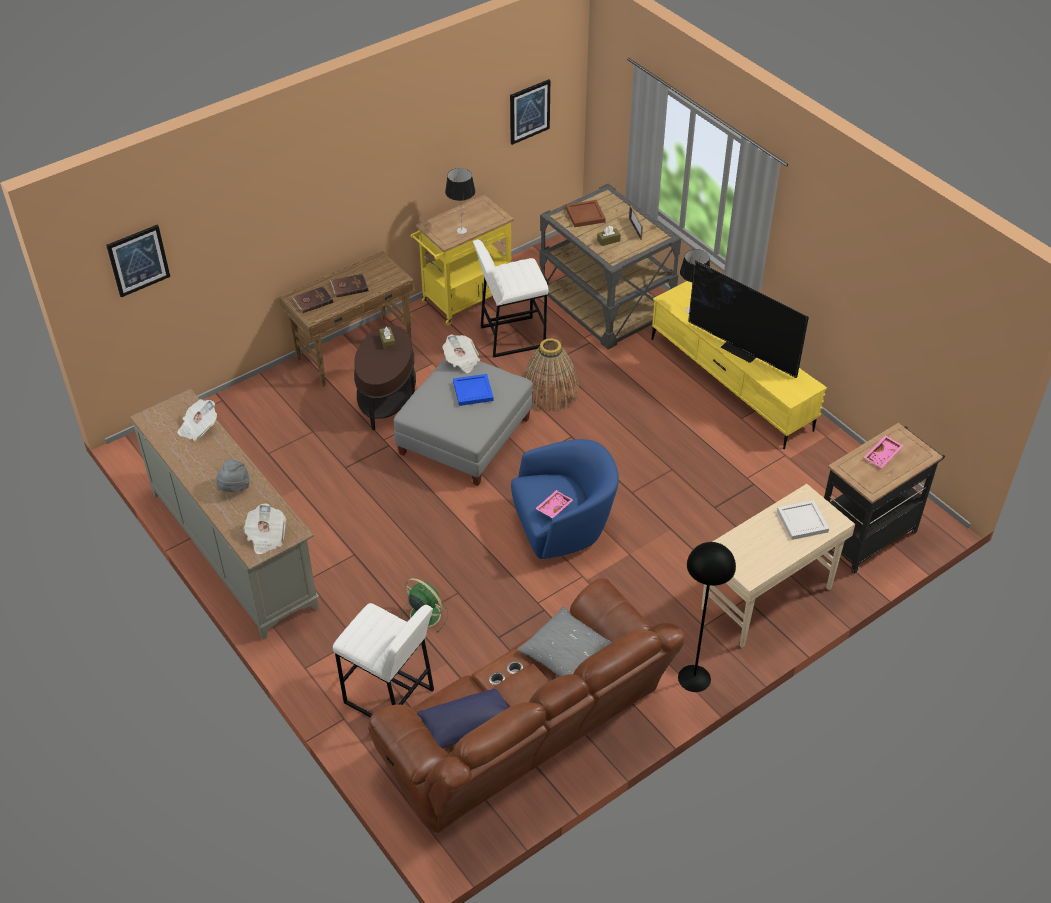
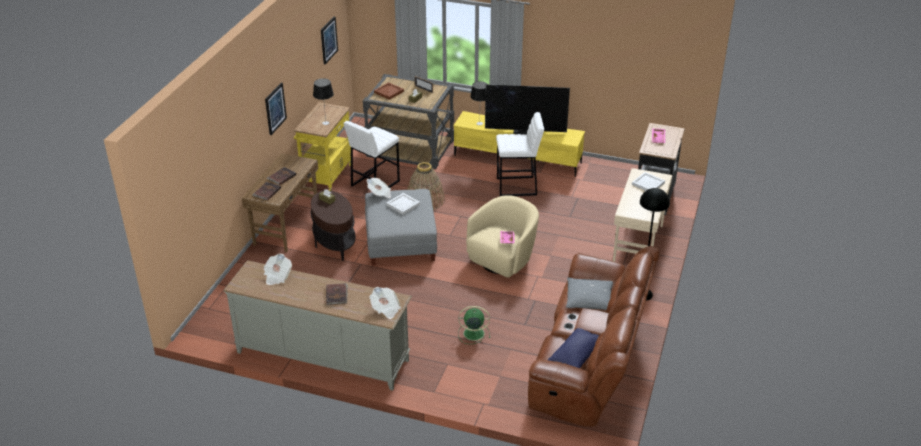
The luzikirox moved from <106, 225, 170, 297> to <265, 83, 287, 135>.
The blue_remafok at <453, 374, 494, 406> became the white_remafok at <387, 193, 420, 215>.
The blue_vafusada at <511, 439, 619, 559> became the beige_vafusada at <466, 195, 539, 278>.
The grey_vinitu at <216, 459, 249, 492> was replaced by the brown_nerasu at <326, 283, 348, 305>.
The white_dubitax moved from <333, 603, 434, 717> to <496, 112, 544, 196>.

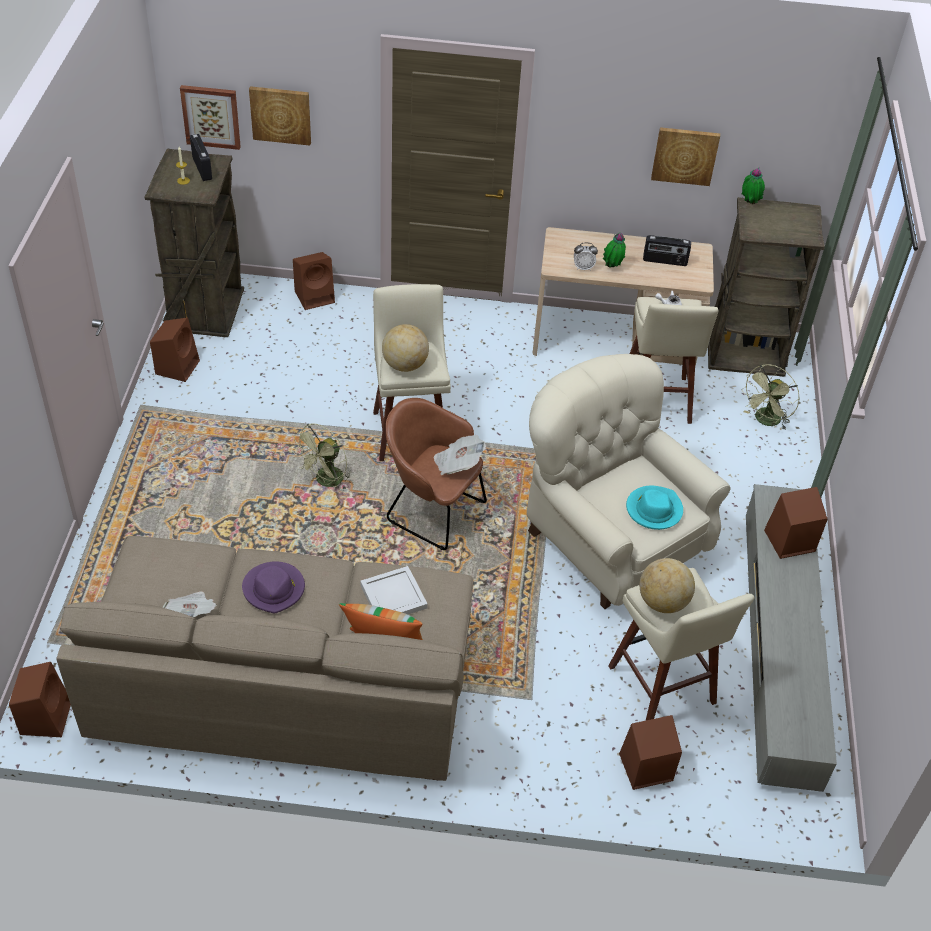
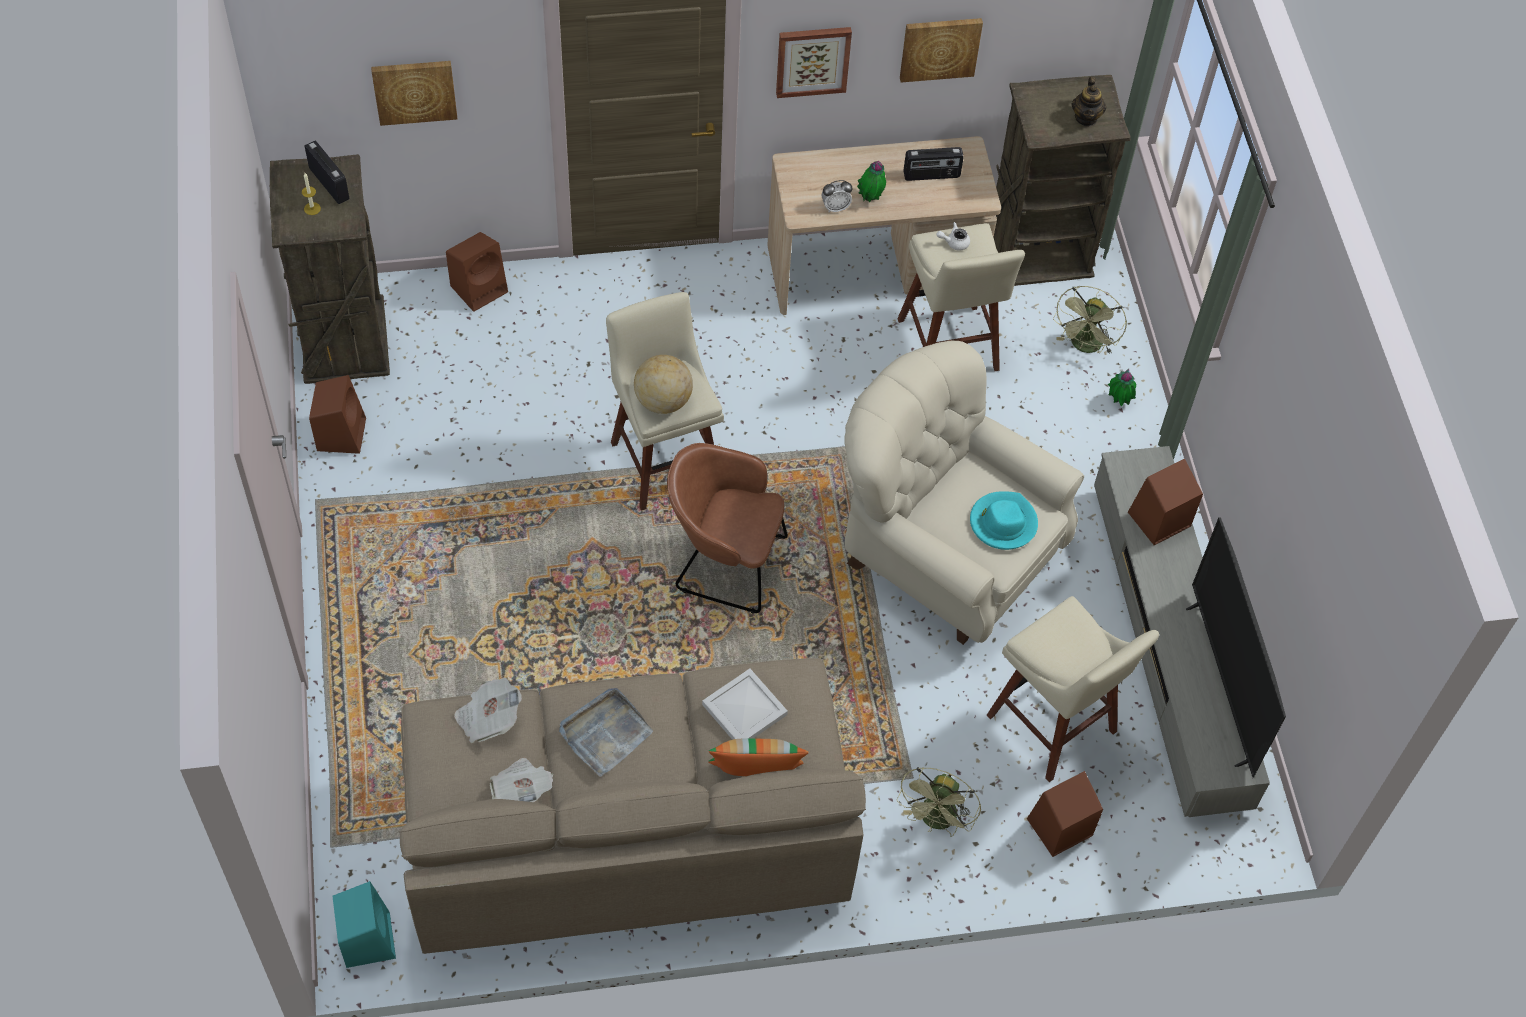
The luzikirox moved from <180, 85, 241, 150> to <776, 27, 852, 98>.
The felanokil moved from <741, 167, 765, 204> to <1108, 369, 1136, 406>.
The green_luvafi moved from <293, 423, 351, 489> to <897, 767, 981, 837>.
The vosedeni moved from <433, 435, 486, 475> to <454, 678, 522, 743>.
The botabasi at <640, 558, 695, 613> disappeared.
The purple_vinitu at <242, 561, 305, 613> was replaced by the grey_remafok at <559, 688, 653, 777>.
The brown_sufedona at <9, 662, 71, 737> became the turquoise_sufedona at <332, 881, 396, 968>.
The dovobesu at <1072, 77, 1106, 126> appeared.
The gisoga at <1186, 517, 1286, 778> appeared.

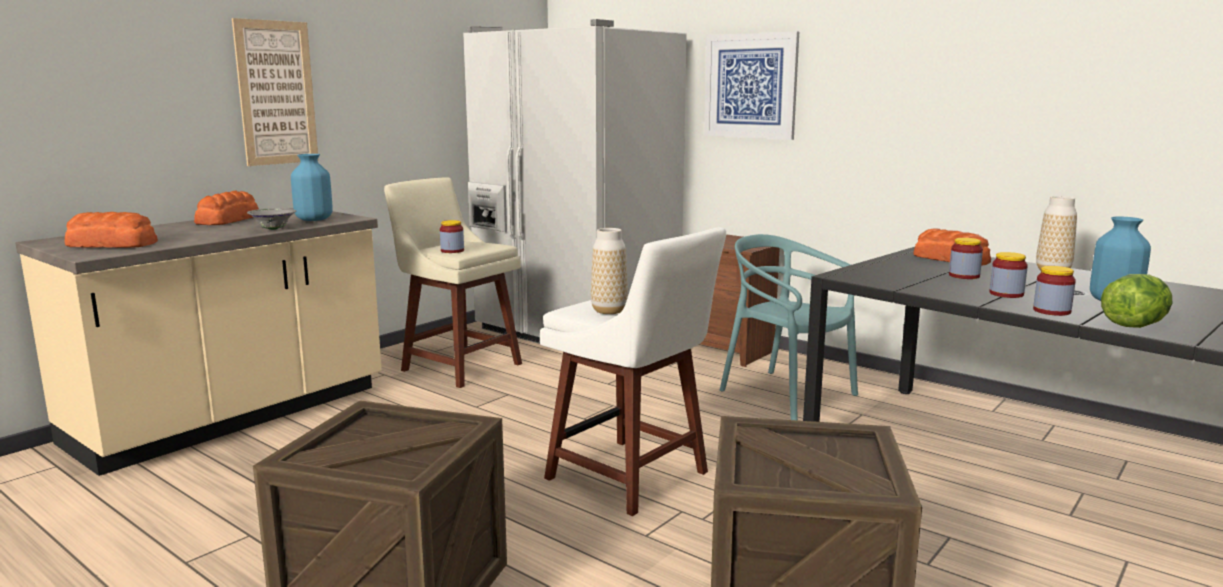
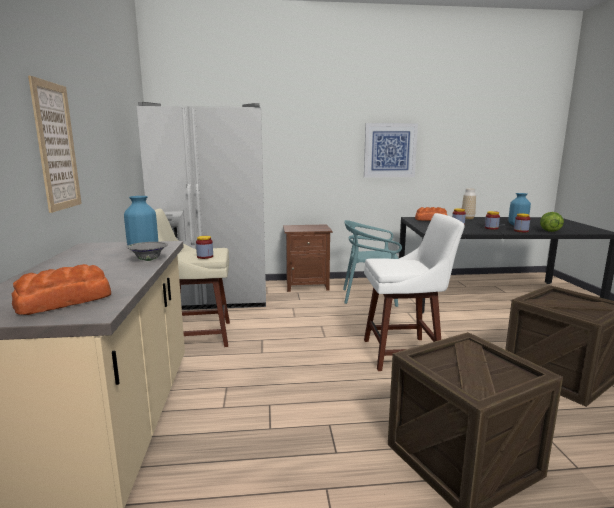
The luzikirox moved from <704, 31, 799, 140> to <364, 123, 418, 178>.
The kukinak at <194, 191, 259, 225> disappeared.
The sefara at <591, 228, 628, 314> disappeared.

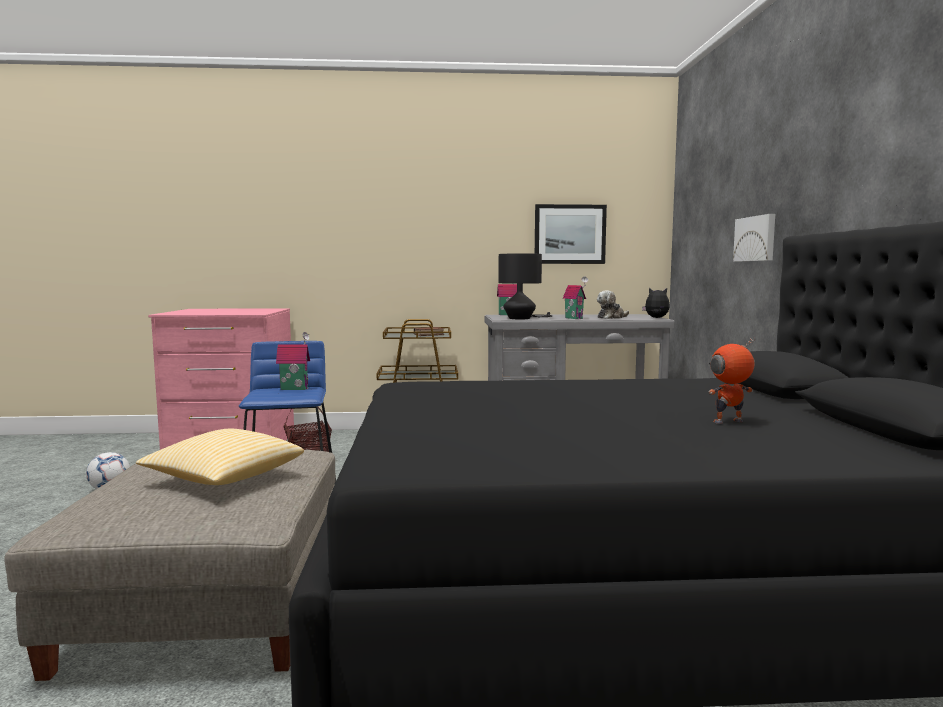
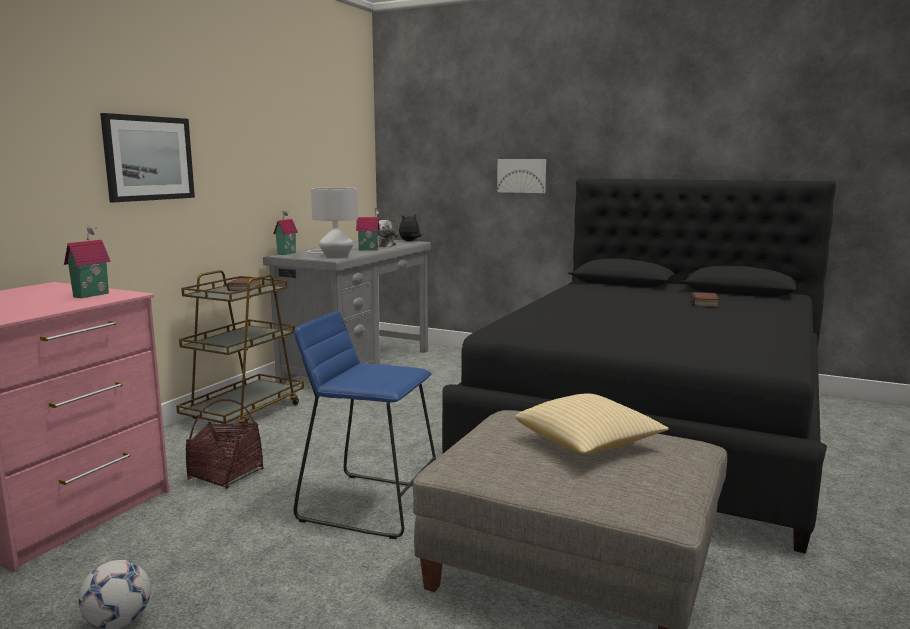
The luzikirox moved from <535, 204, 607, 264> to <100, 113, 195, 202>.
The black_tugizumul at <498, 253, 552, 319> became the white_tugizumul at <306, 187, 358, 258>.
The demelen moved from <276, 332, 310, 390> to <64, 226, 111, 298>.
The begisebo at <708, 337, 755, 424> was replaced by the nerasu at <691, 292, 719, 307>.

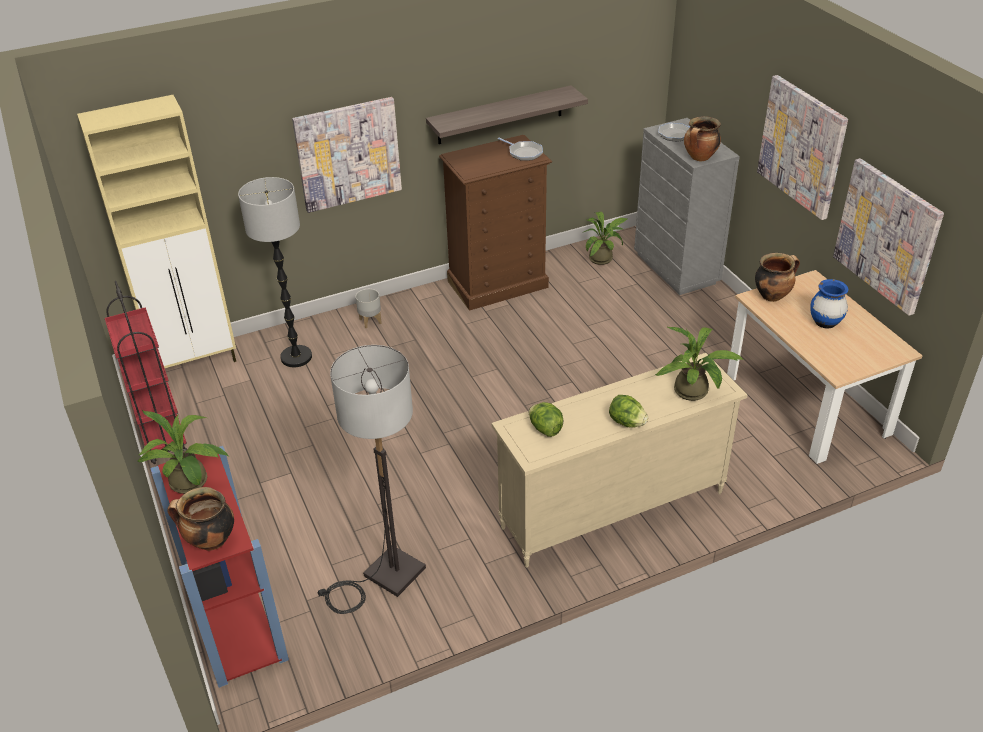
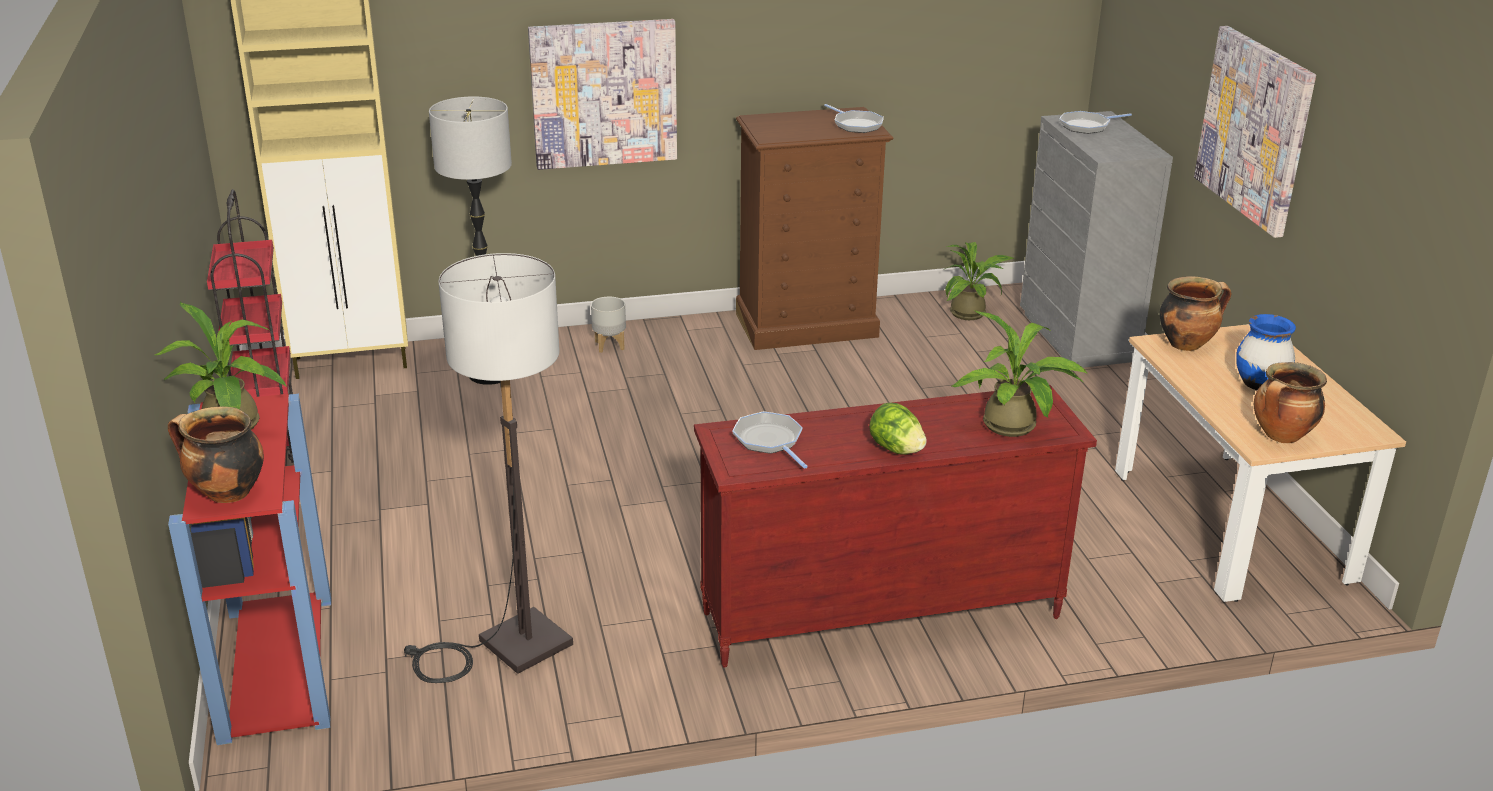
The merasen at <426, 85, 588, 144> disappeared.
The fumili moved from <684, 116, 721, 161> to <1254, 362, 1327, 443>.
The luzikirox at <833, 158, 944, 316> disappeared.
The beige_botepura at <492, 353, 748, 568> became the red_botepura at <694, 385, 1097, 667>.
The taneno at <529, 402, 564, 437> was replaced by the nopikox at <732, 411, 808, 469>.

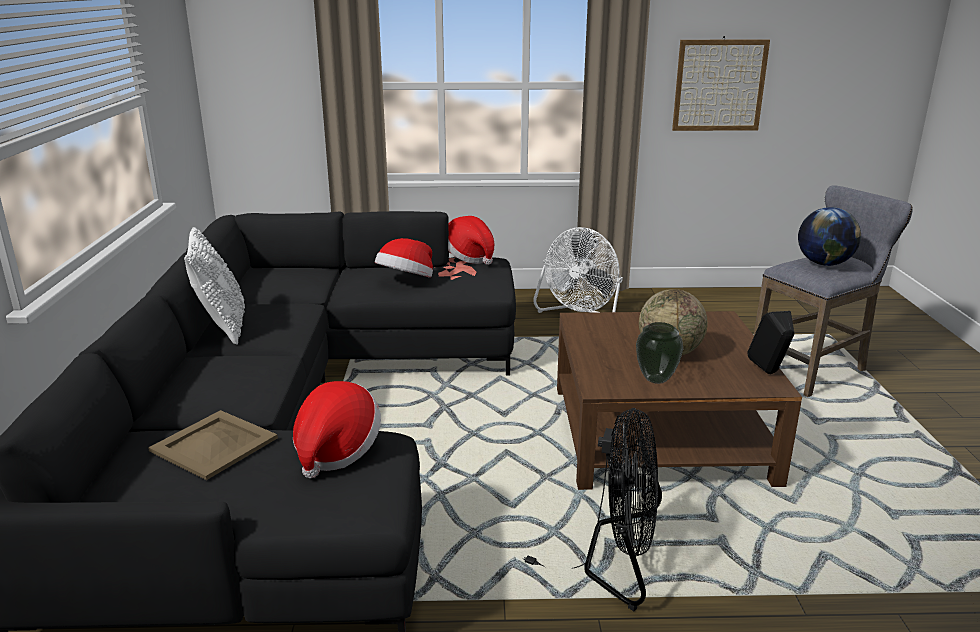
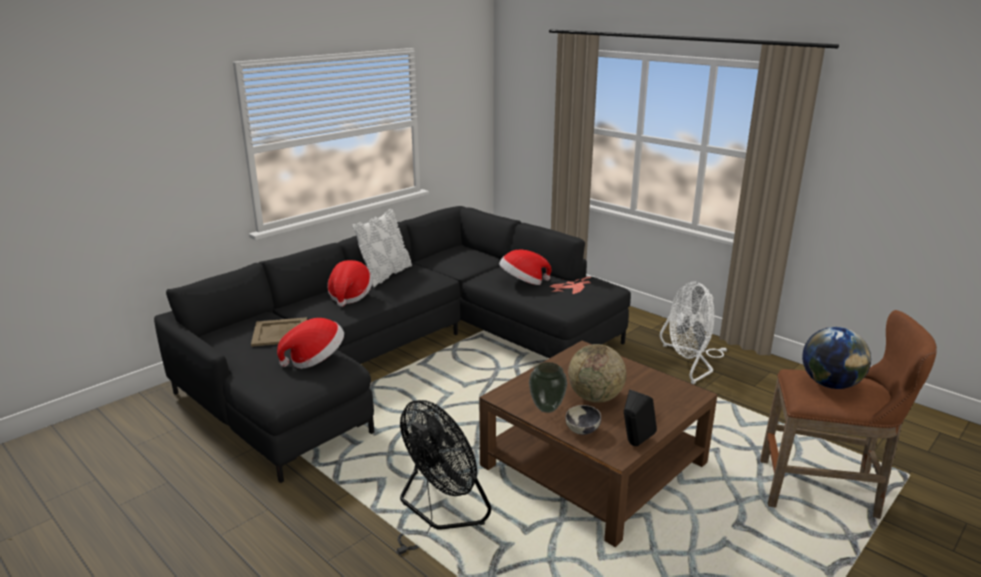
The luzikirox at <672, 36, 770, 131> disappeared.
The grey_dubitax at <754, 186, 913, 397> became the brown_dubitax at <760, 310, 937, 519>.
The vinitu moved from <448, 216, 495, 265> to <327, 260, 372, 307>.
The black_luvafi at <523, 408, 662, 612> turned 105 degrees counterclockwise.
The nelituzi at <565, 405, 601, 435> appeared.

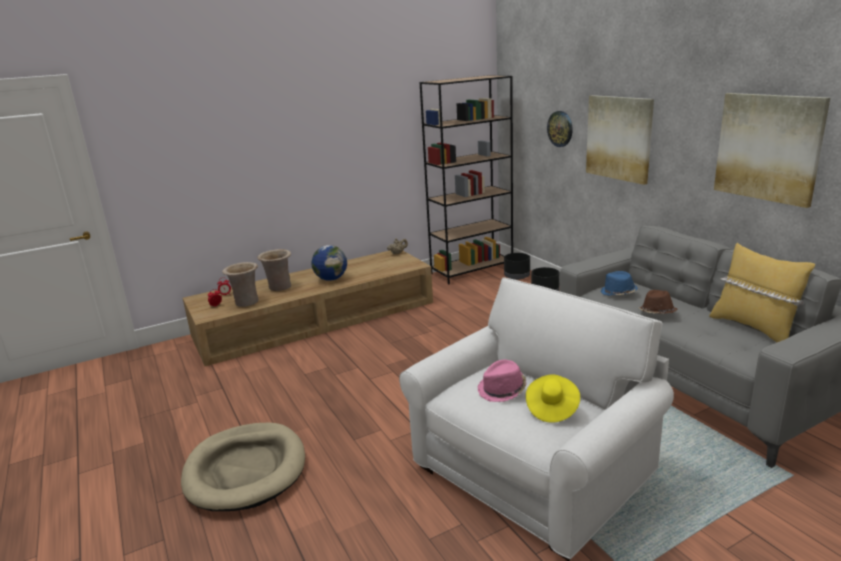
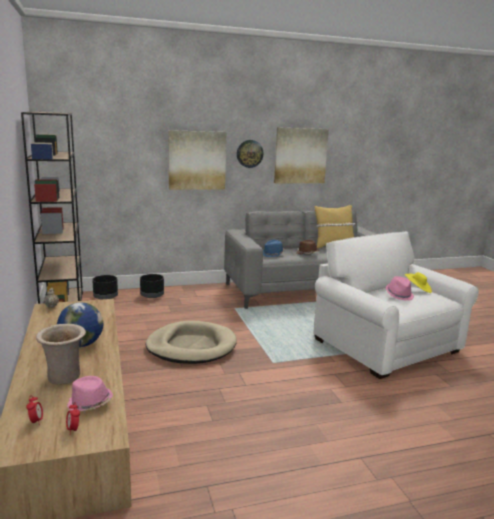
The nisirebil moved from <547, 111, 573, 147> to <237, 140, 263, 168>.
The beige_sefara at <222, 262, 259, 307> was replaced by the pink_vinitu at <67, 376, 113, 411>.
The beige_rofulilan moved from <181, 422, 305, 511> to <146, 321, 237, 364>.

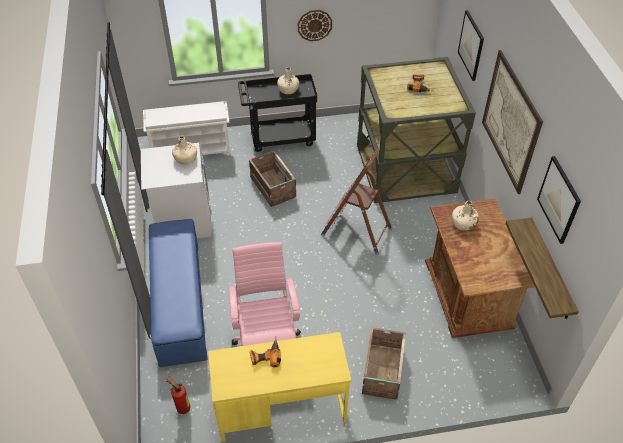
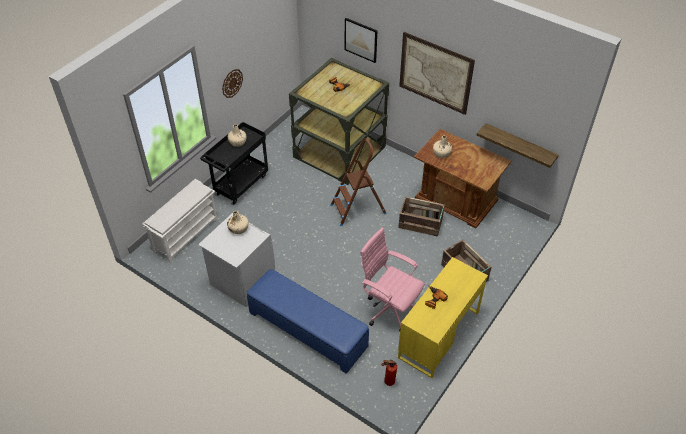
The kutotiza moved from <249, 151, 296, 207> to <398, 196, 445, 237>.
The luzikirox at <537, 156, 581, 244> disappeared.

